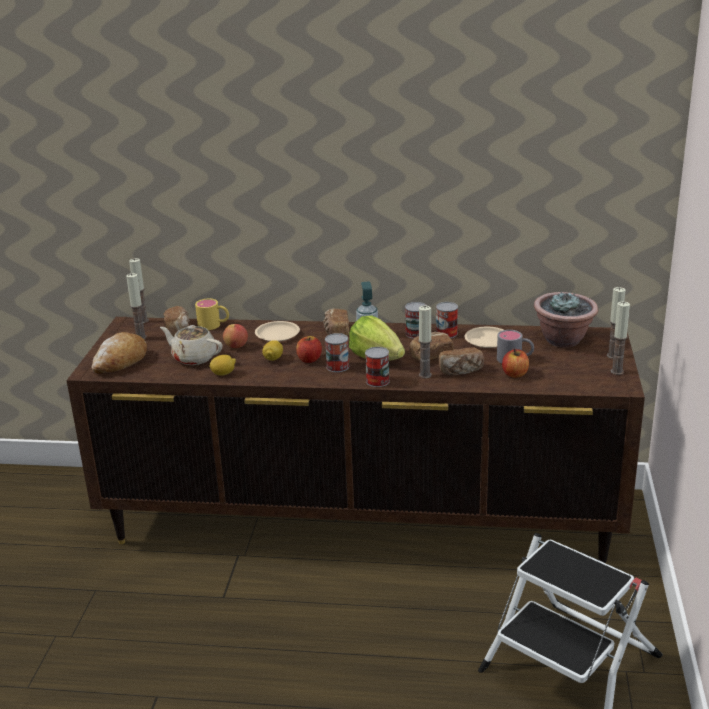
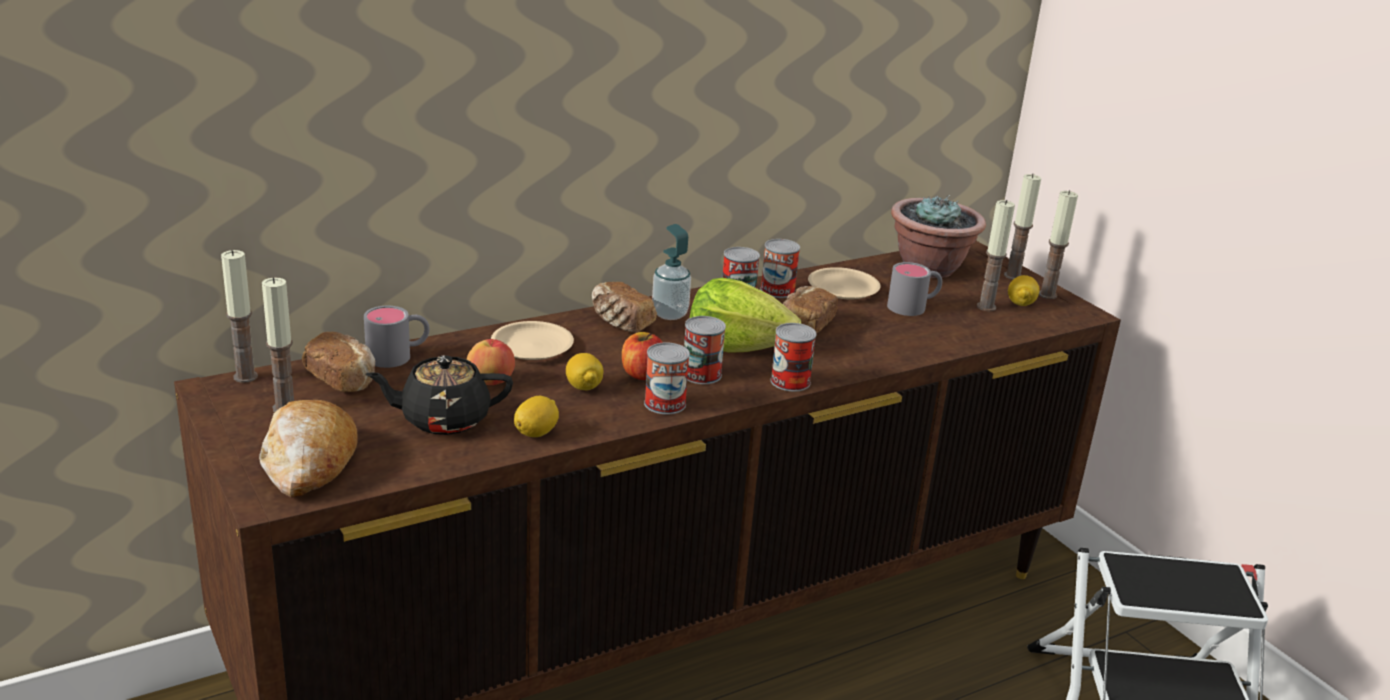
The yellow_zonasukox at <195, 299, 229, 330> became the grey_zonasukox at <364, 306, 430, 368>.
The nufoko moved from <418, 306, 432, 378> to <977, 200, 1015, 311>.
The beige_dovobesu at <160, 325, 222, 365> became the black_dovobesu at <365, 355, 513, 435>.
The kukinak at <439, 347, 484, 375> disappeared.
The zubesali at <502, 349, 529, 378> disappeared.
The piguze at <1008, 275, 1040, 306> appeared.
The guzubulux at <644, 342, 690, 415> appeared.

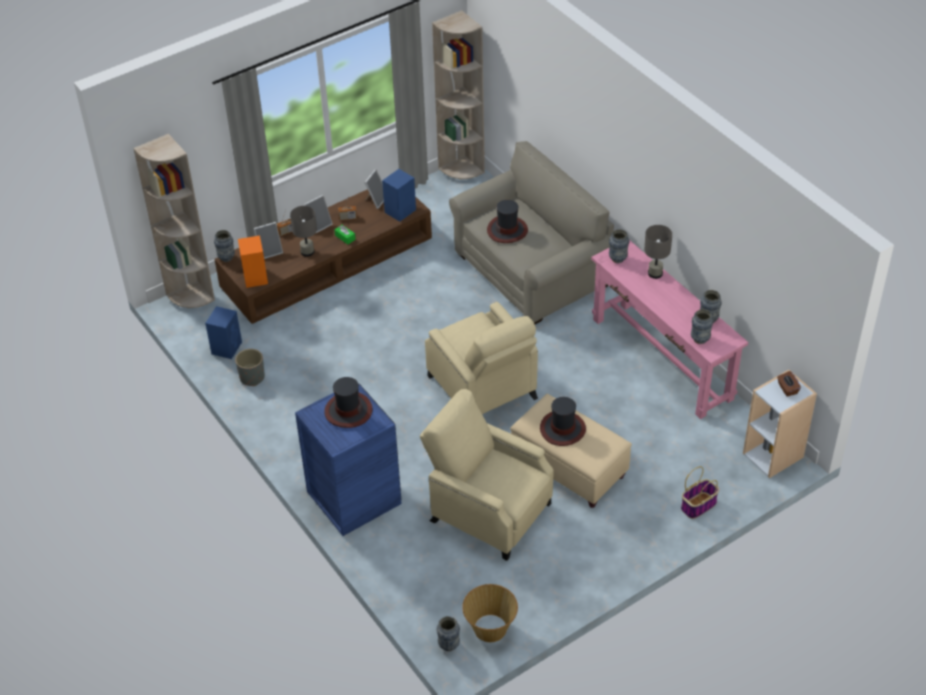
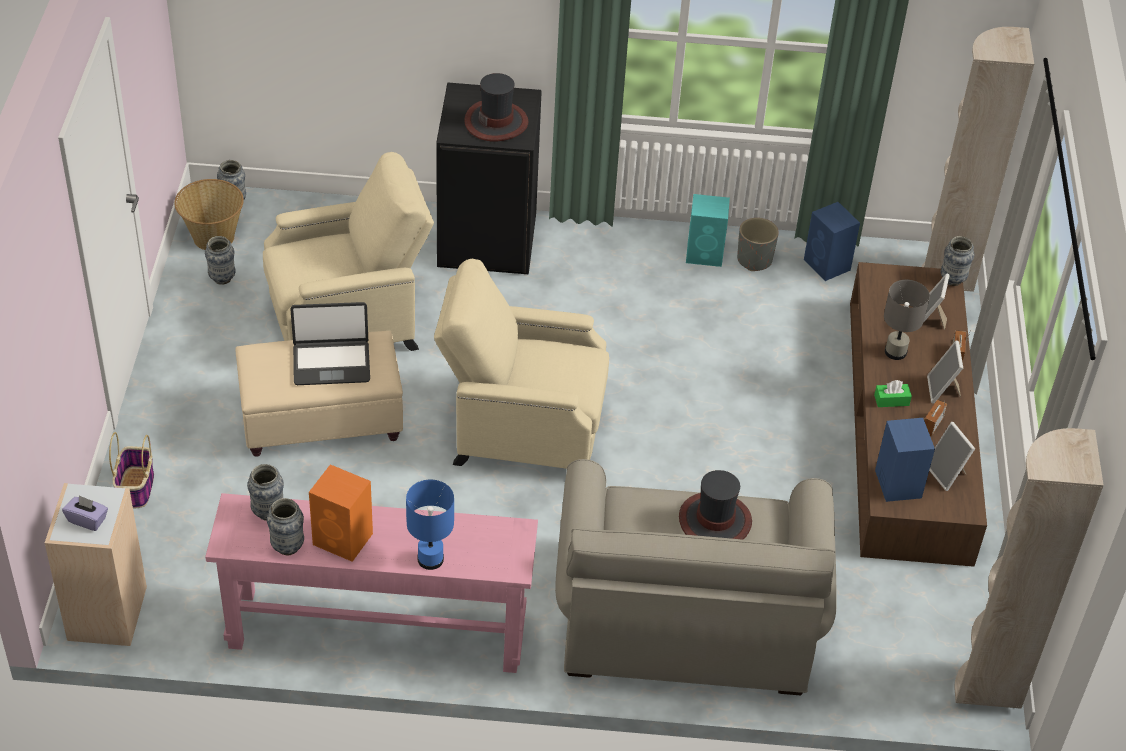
The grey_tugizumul at <644, 225, 672, 279> became the blue_tugizumul at <406, 480, 454, 570>.
The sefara moved from <609, 229, 629, 263> to <205, 236, 236, 285>.
The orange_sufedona moved from <238, 235, 268, 288> to <309, 464, 373, 562>.
The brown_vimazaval at <777, 371, 801, 397> became the purple_vimazaval at <62, 495, 108, 531>.
The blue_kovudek at <295, 383, 402, 536> became the black_kovudek at <436, 83, 542, 274>.
The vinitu at <540, 397, 586, 446> was replaced by the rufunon at <290, 302, 370, 385>.
The turquoise_sufedona at <686, 194, 730, 267> appeared.

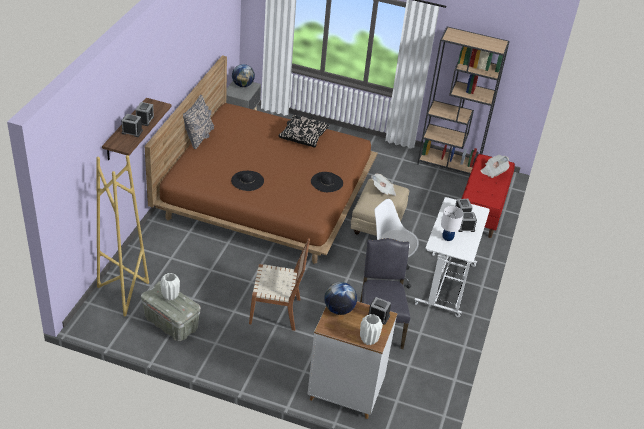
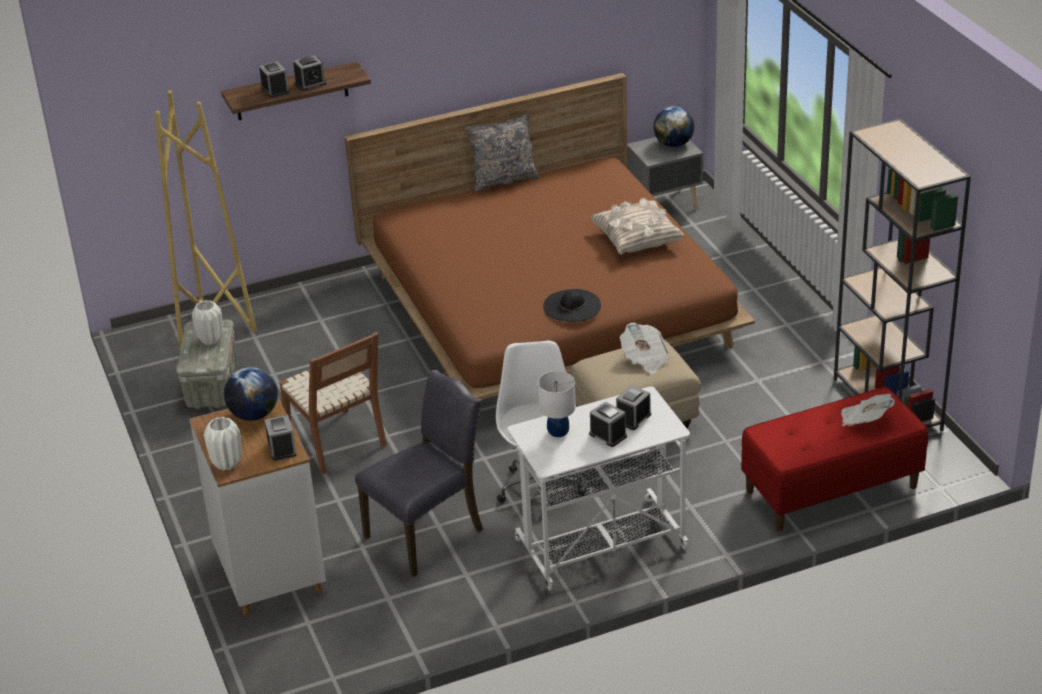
The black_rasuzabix at <278, 114, 329, 147> became the beige_rasuzabix at <591, 197, 684, 255>.
The black_vinitu at <231, 171, 264, 191> disappeared.

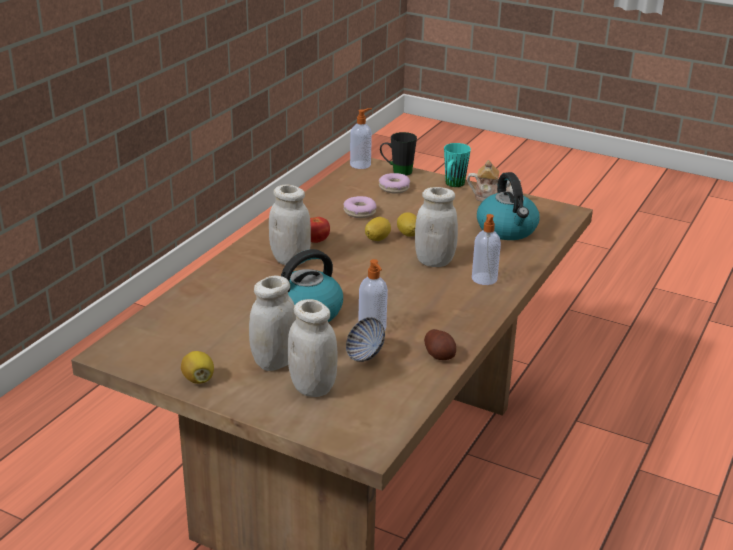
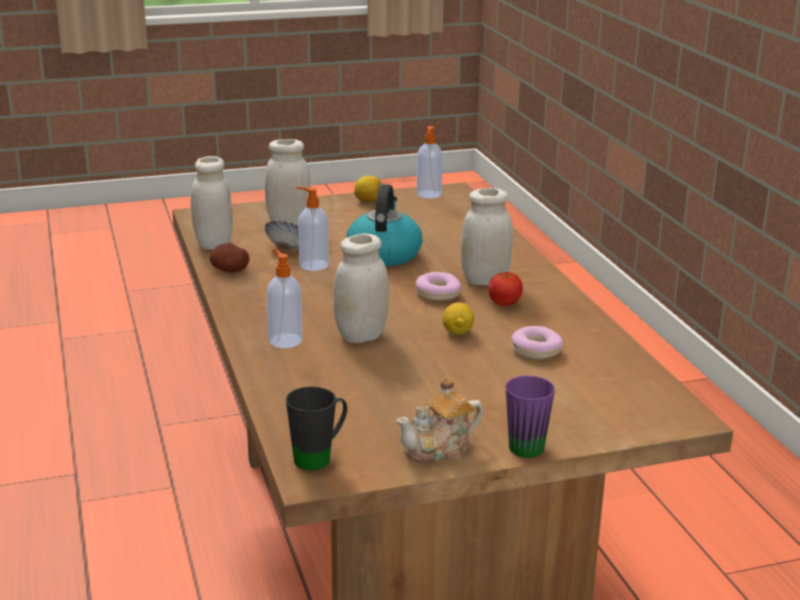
The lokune moved from <350, 108, 372, 169> to <416, 126, 443, 198>.
The black_zonasukox moved from <380, 132, 417, 175> to <286, 386, 347, 470>.
The turquoise_zonasukox at <444, 143, 471, 187> became the purple_zonasukox at <506, 376, 555, 458>.
The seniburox at <477, 172, 539, 240> disappeared.
The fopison moved from <379, 173, 410, 194> to <415, 272, 461, 301>.
The piguze at <397, 212, 417, 237> disappeared.
The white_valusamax moved from <249, 276, 296, 371> to <191, 156, 233, 250>.

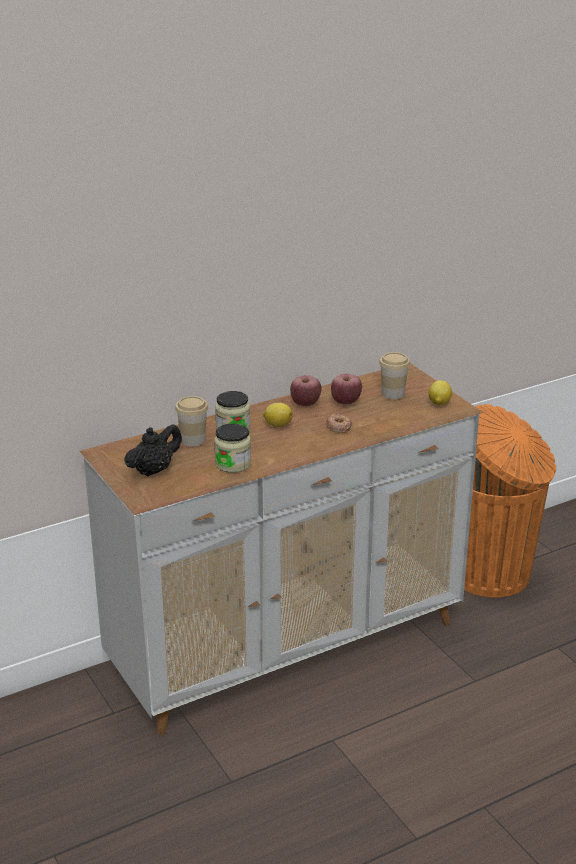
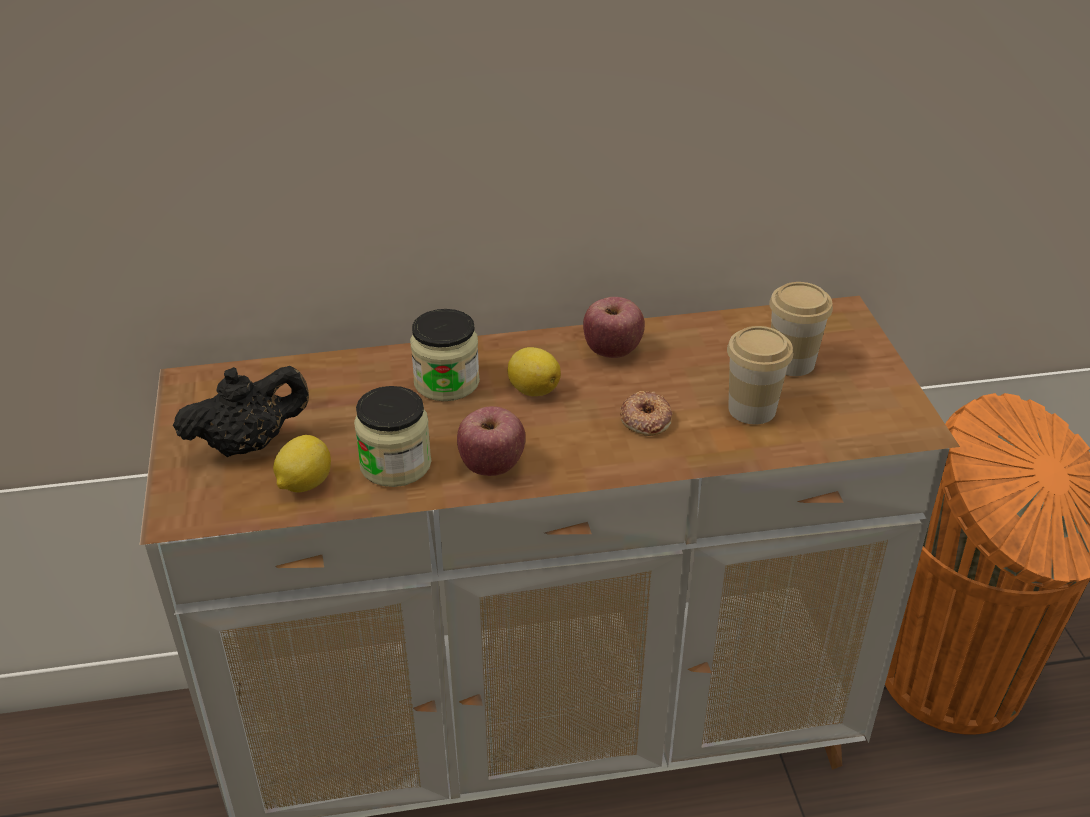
The zubesali moved from <331, 374, 362, 405> to <457, 406, 526, 476>.
The piguze moved from <429, 380, 452, 405> to <273, 435, 331, 493>.
The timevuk moved from <175, 396, 208, 447> to <727, 326, 793, 424>.

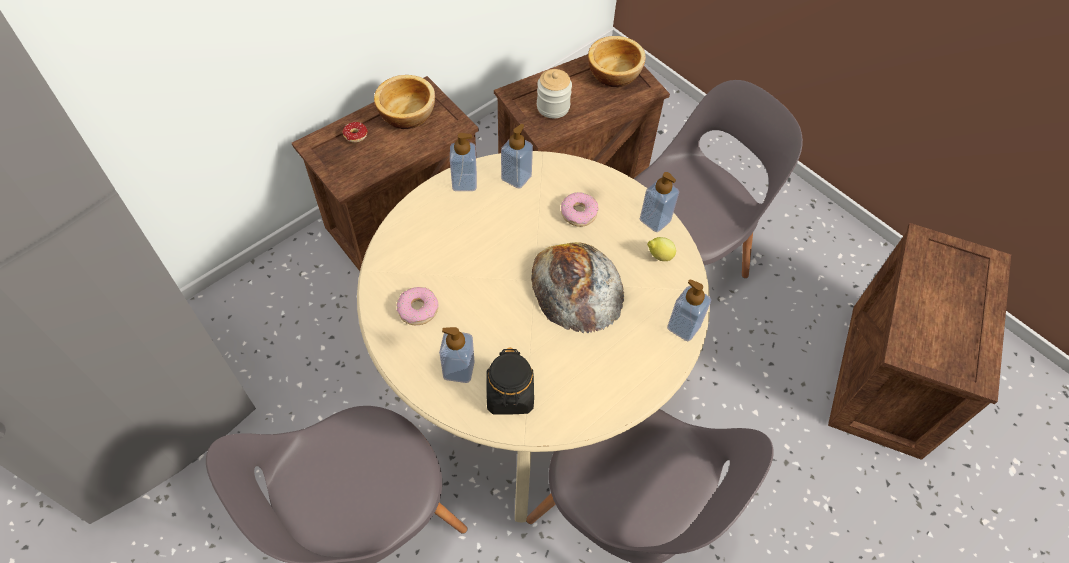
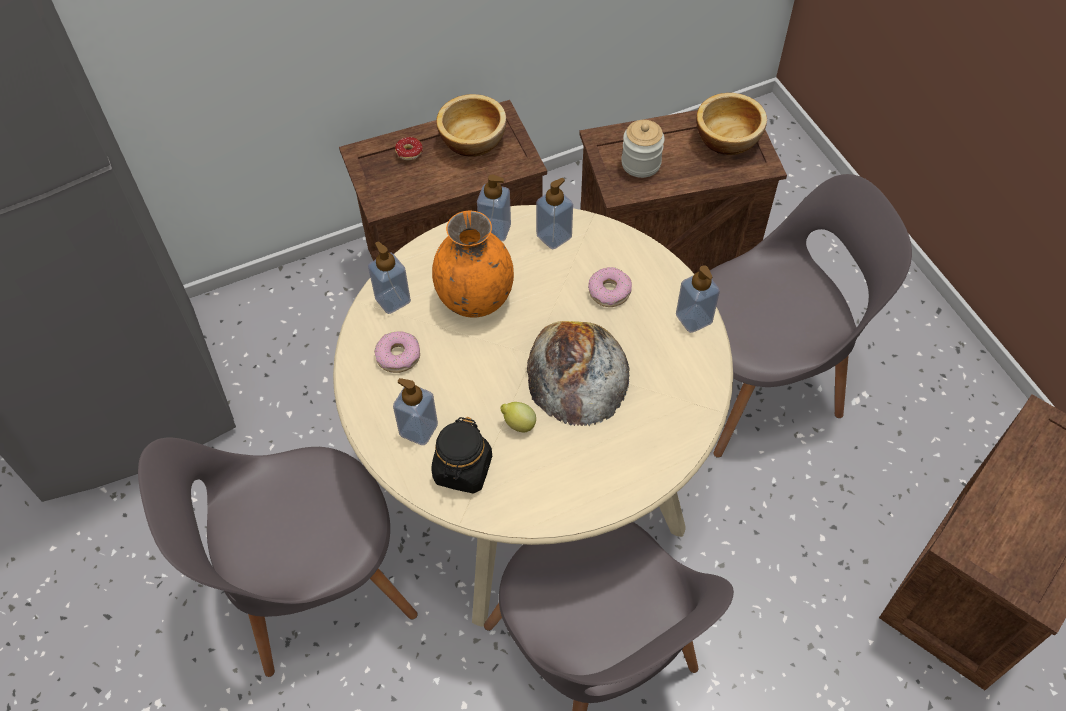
The piguze moved from <647, 237, 676, 261> to <500, 402, 536, 432>.
The lokune moved from <667, 279, 711, 341> to <368, 241, 411, 314>.
The orange_sefara at <432, 211, 514, 318> appeared.

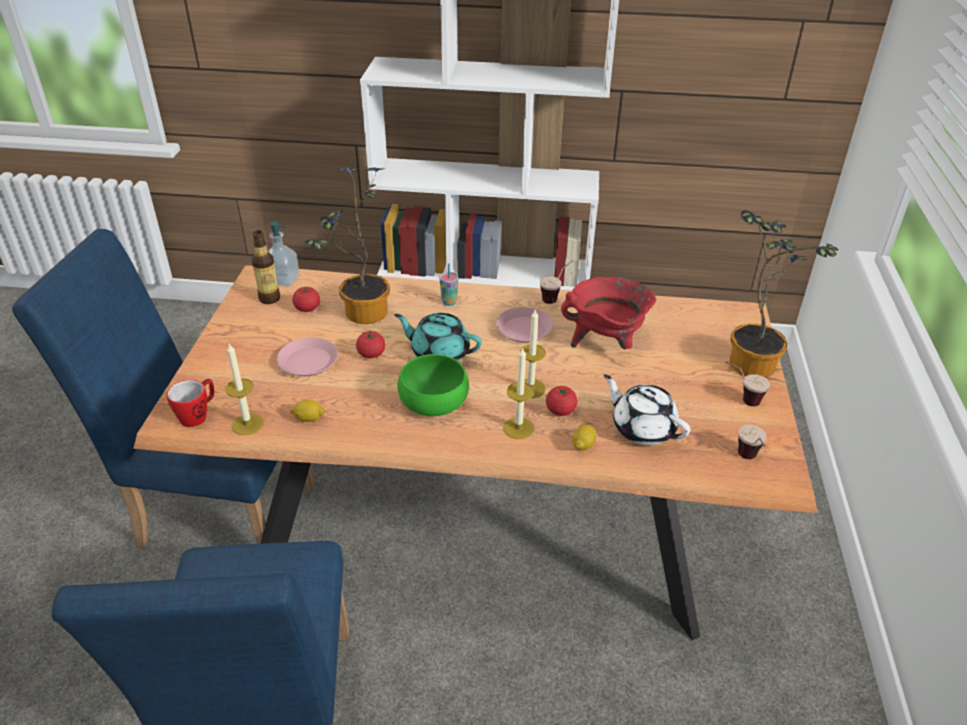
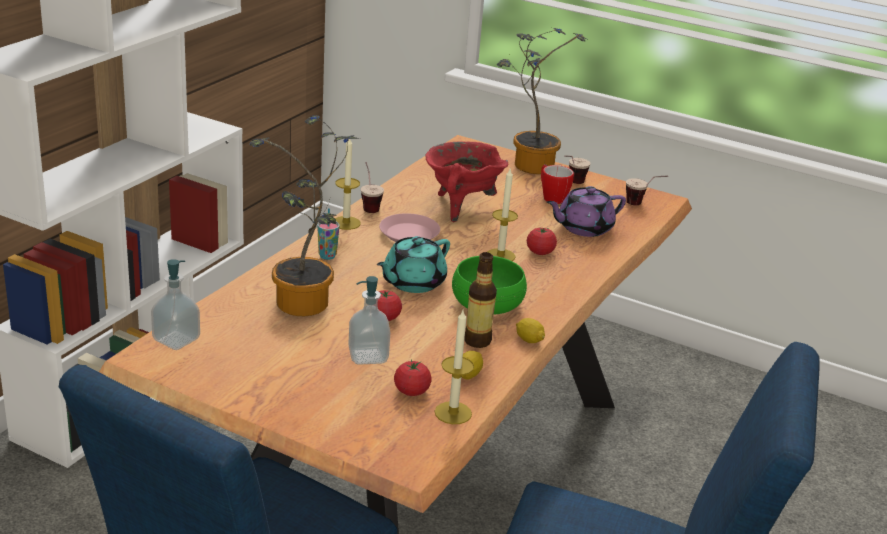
The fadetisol moved from <252, 230, 280, 304> to <464, 252, 497, 348>.
The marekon moved from <292, 286, 320, 312> to <394, 359, 432, 396>.
The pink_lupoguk at <277, 337, 338, 376> was replaced by the lokune at <348, 276, 390, 365>.
The nufoko moved from <503, 347, 535, 439> to <335, 139, 361, 230>.
The white_dovobesu at <604, 374, 691, 445> became the purple_dovobesu at <547, 186, 626, 237>.
The zonasukox moved from <167, 379, 214, 427> to <541, 164, 574, 204>.
The piguze moved from <572, 425, 597, 450> to <516, 318, 545, 343>.

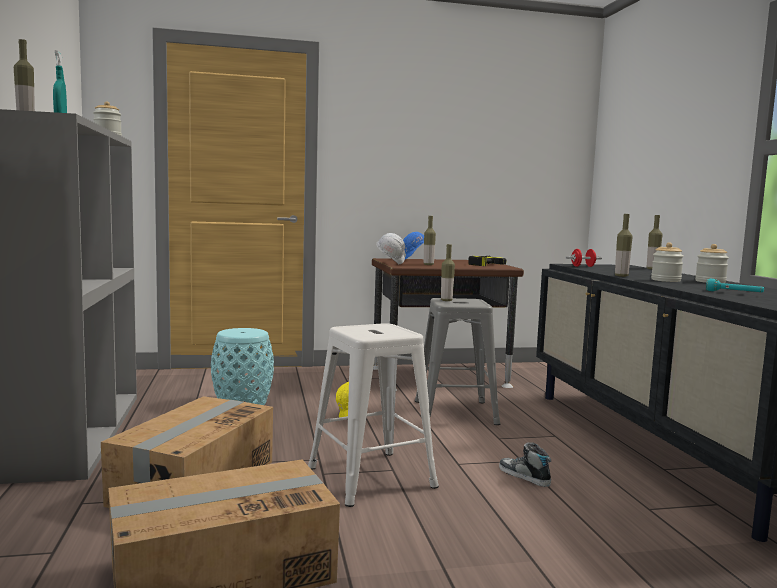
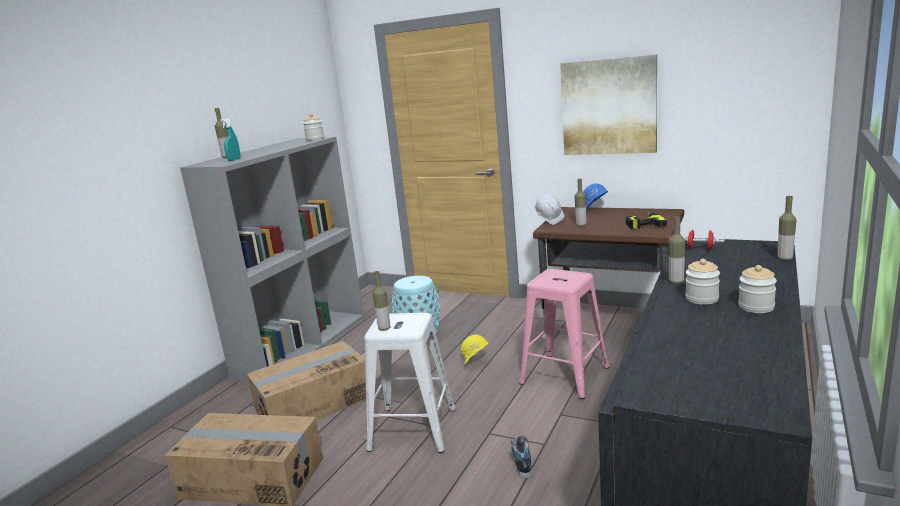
The fadetisol moved from <441, 244, 455, 301> to <372, 271, 391, 331>.
The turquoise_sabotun at <706, 279, 764, 292> disappeared.
The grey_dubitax at <415, 298, 500, 425> became the pink_dubitax at <519, 269, 609, 399>.
The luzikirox at <560, 55, 657, 155> appeared.

